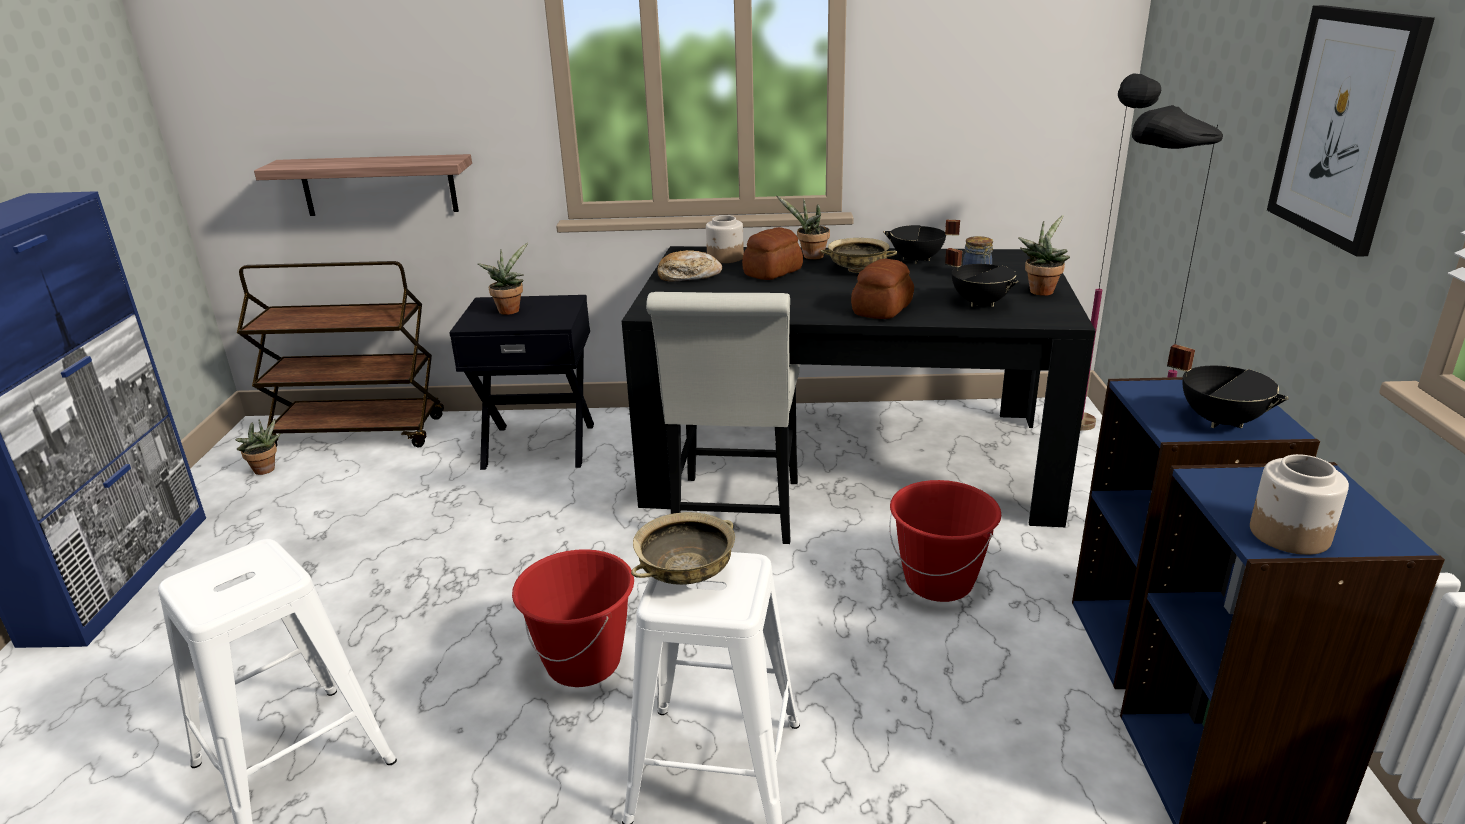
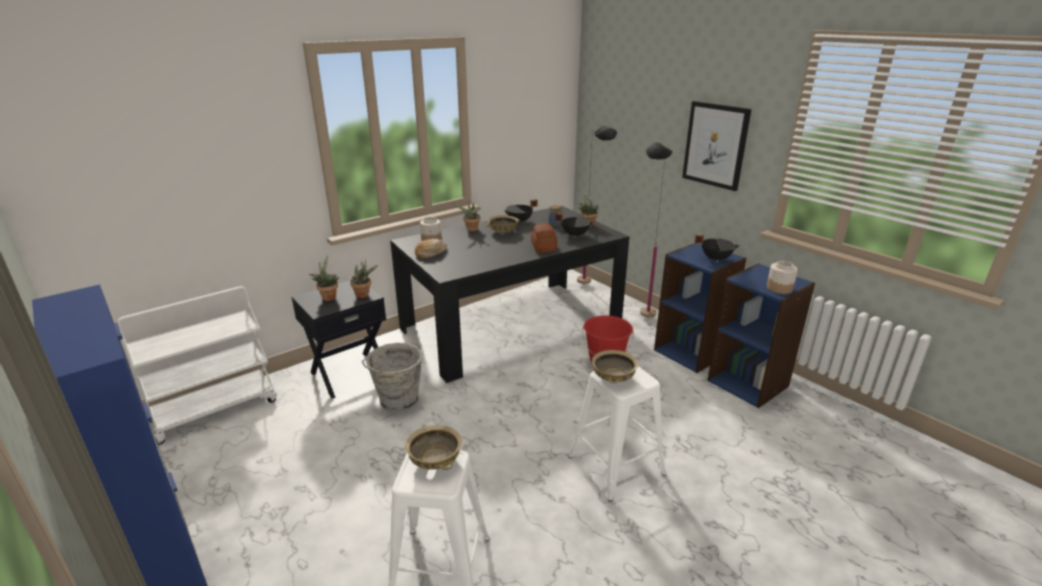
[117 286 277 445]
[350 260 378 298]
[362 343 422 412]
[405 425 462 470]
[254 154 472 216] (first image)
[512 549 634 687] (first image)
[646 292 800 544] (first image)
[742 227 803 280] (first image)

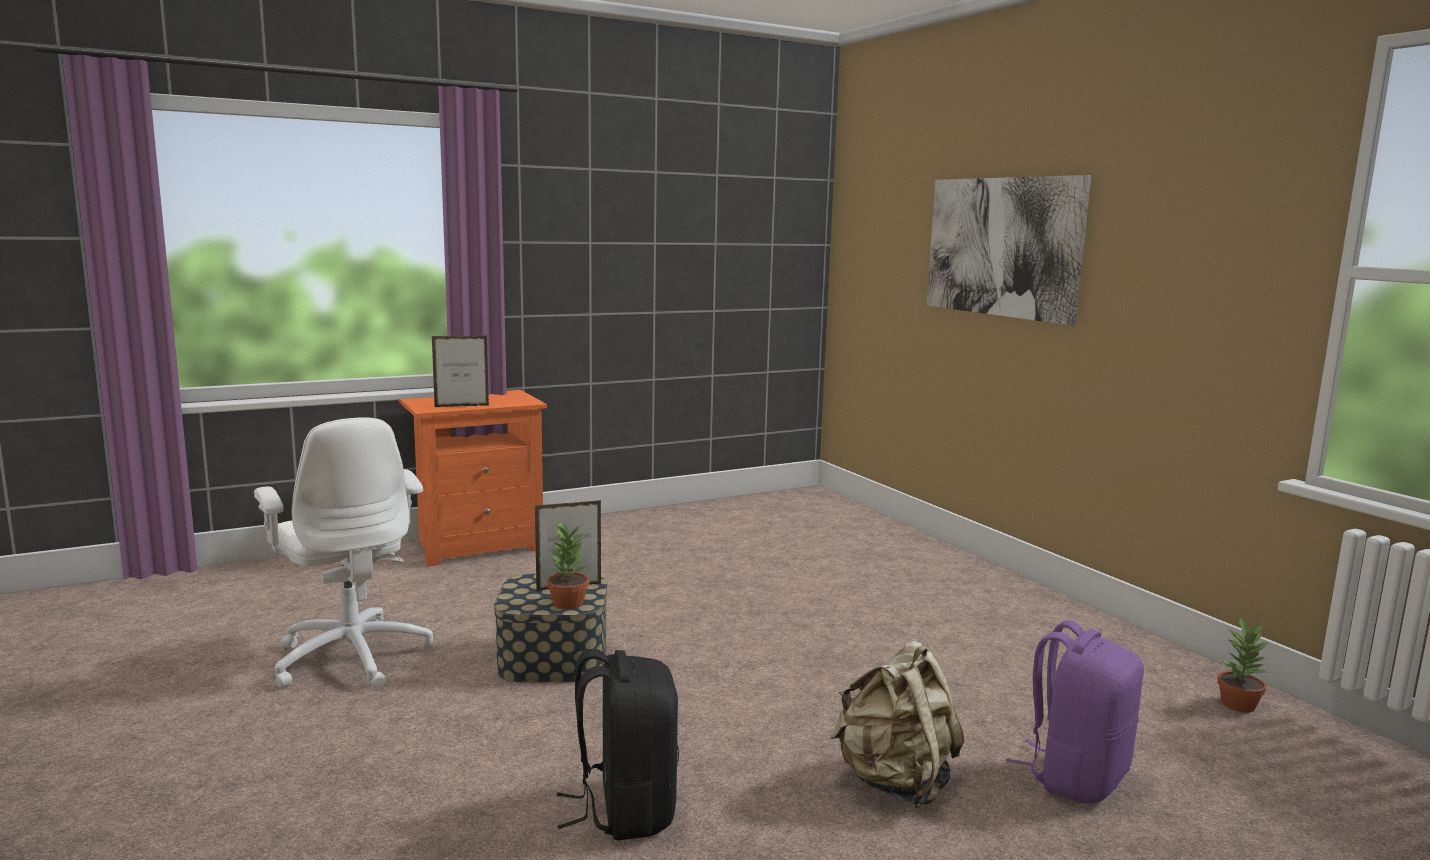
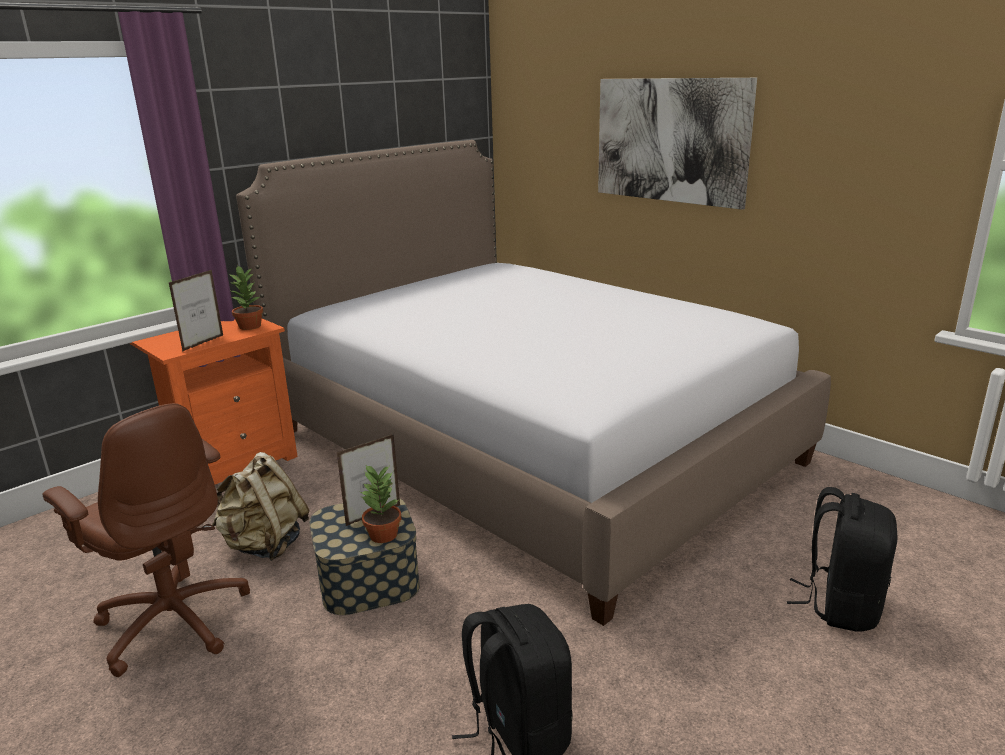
[42 403 250 677]
[168 270 223 352]
[212 452 309 561]
[229 266 263 330]
[236 140 831 626]
[787 487 898 632]

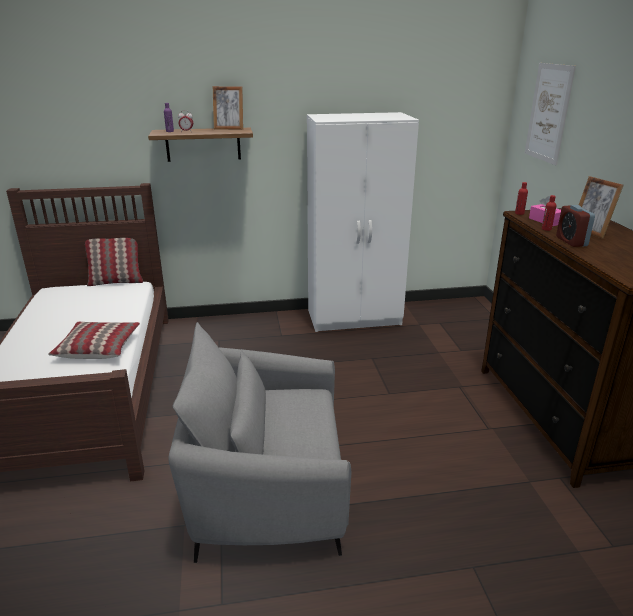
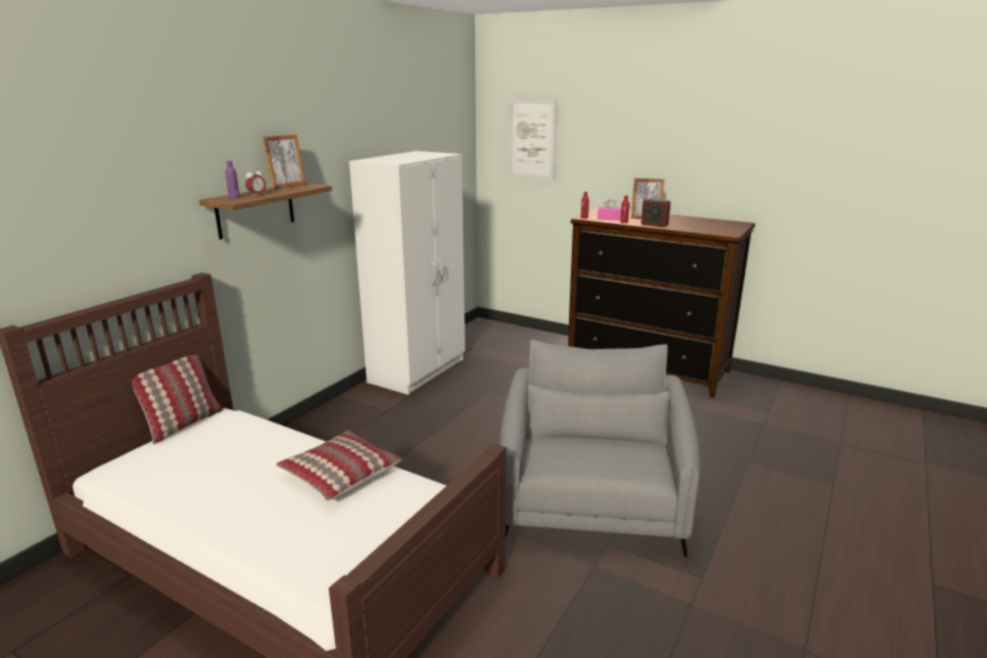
[500 340 701 558]

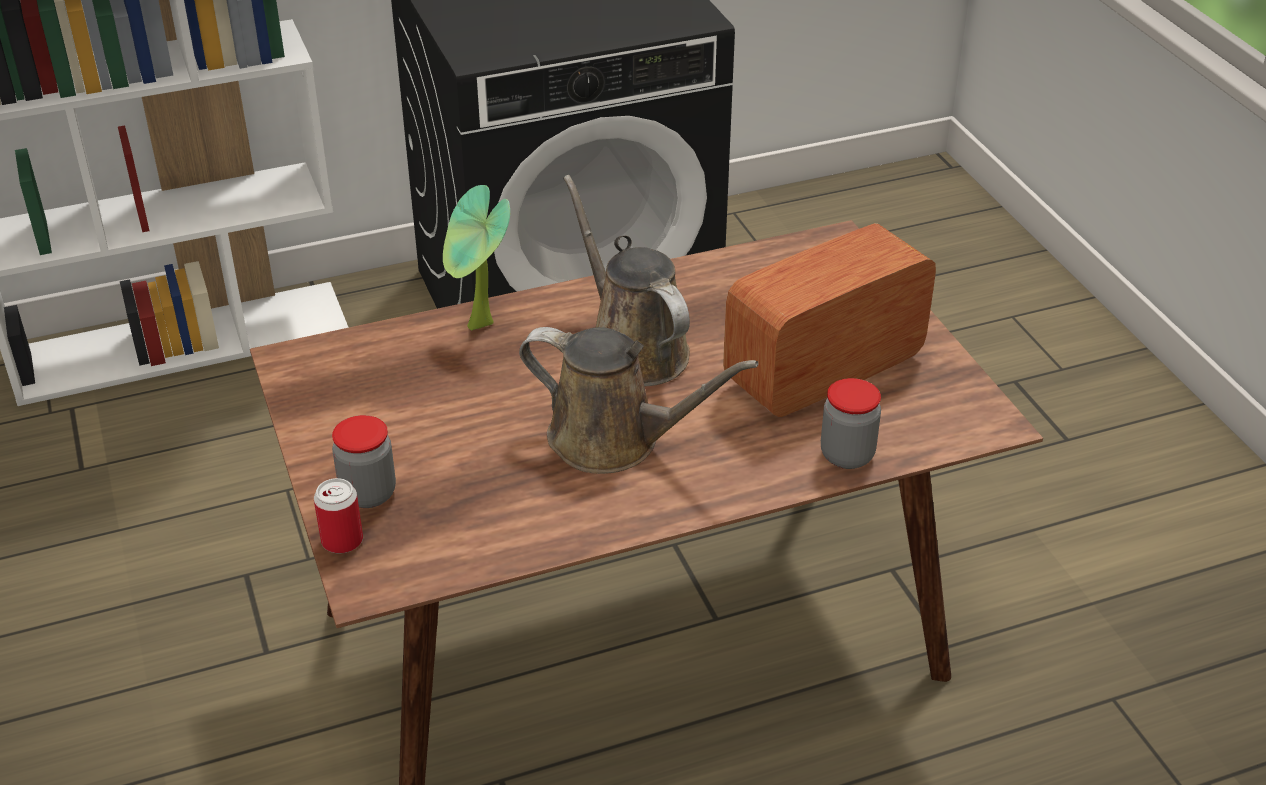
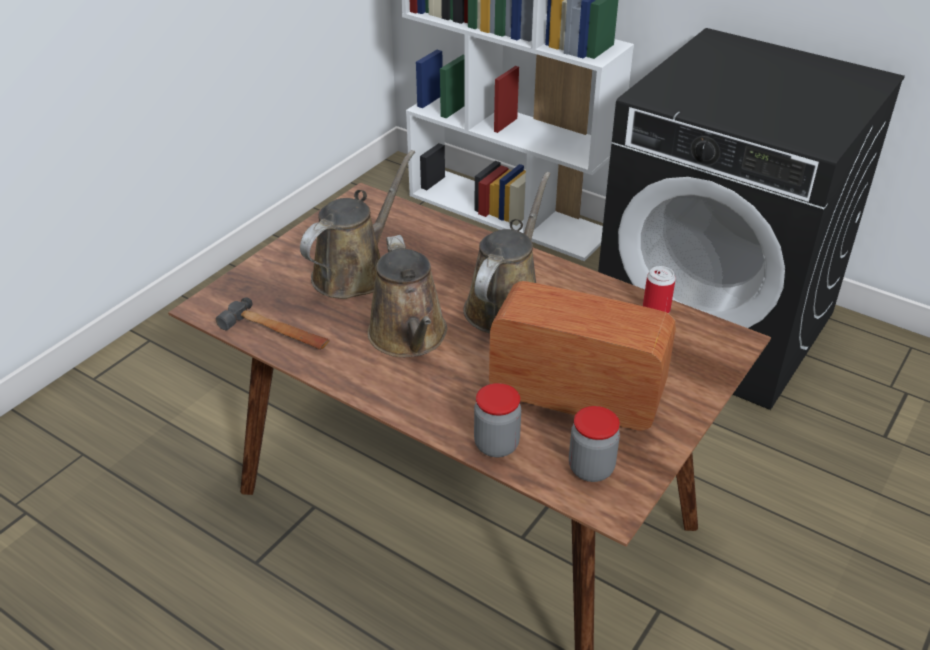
[216 297 330 350]
[300 150 415 299]
[569 406 620 482]
[643 266 676 313]
[443 185 510 331] (first image)

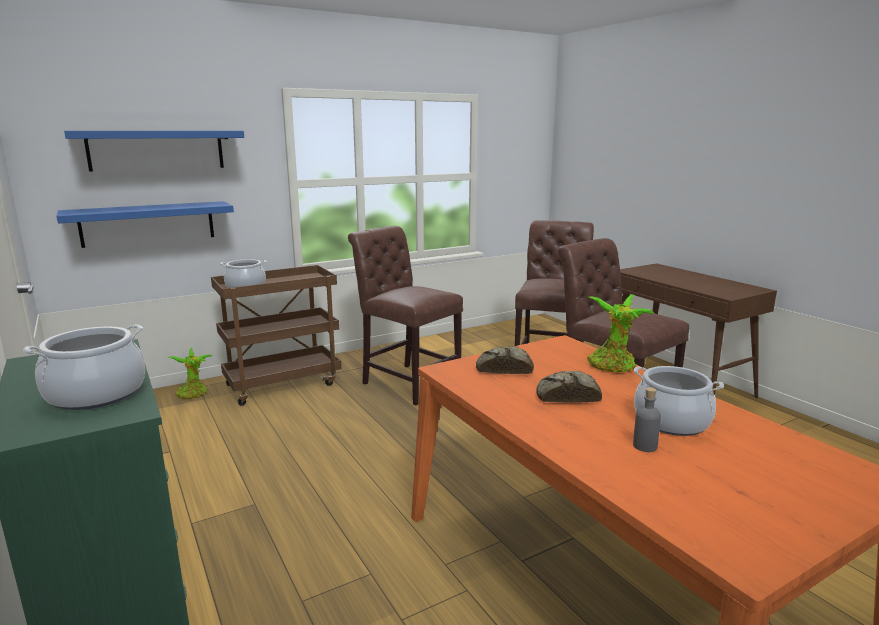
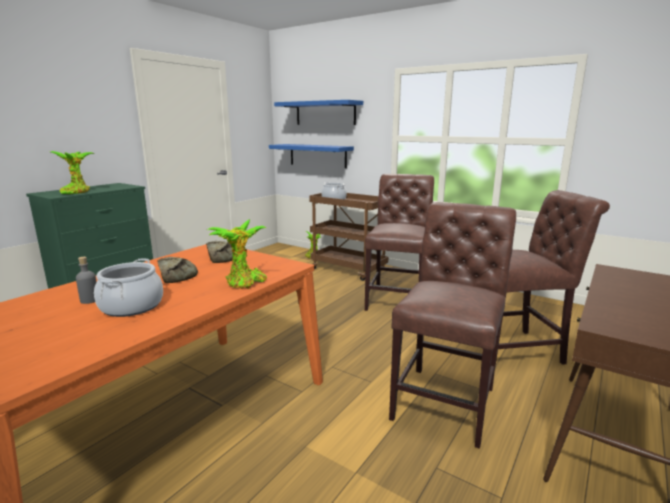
[51 151 95 194]

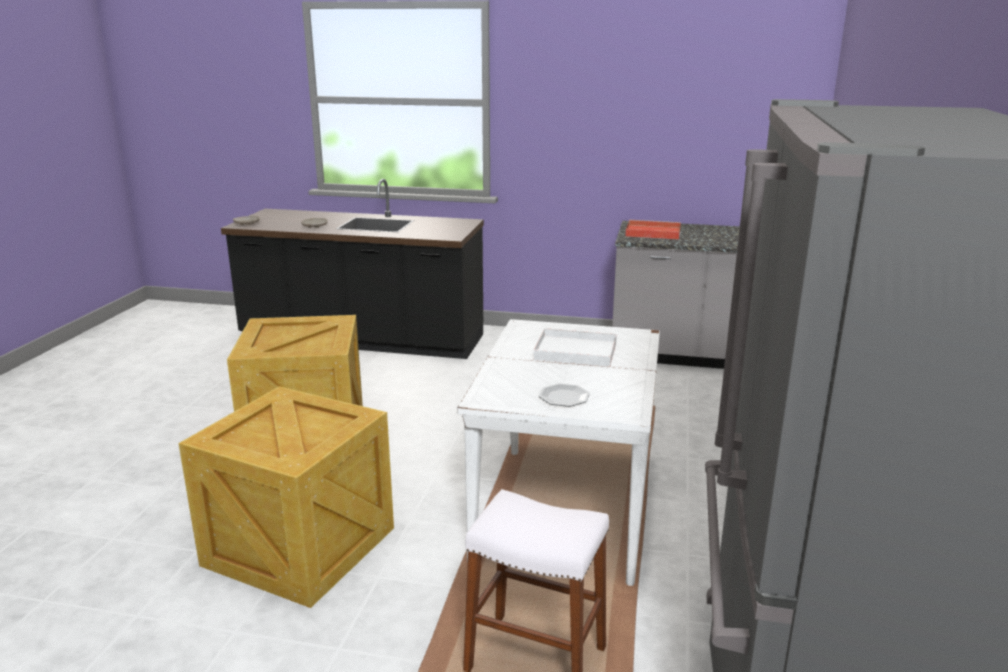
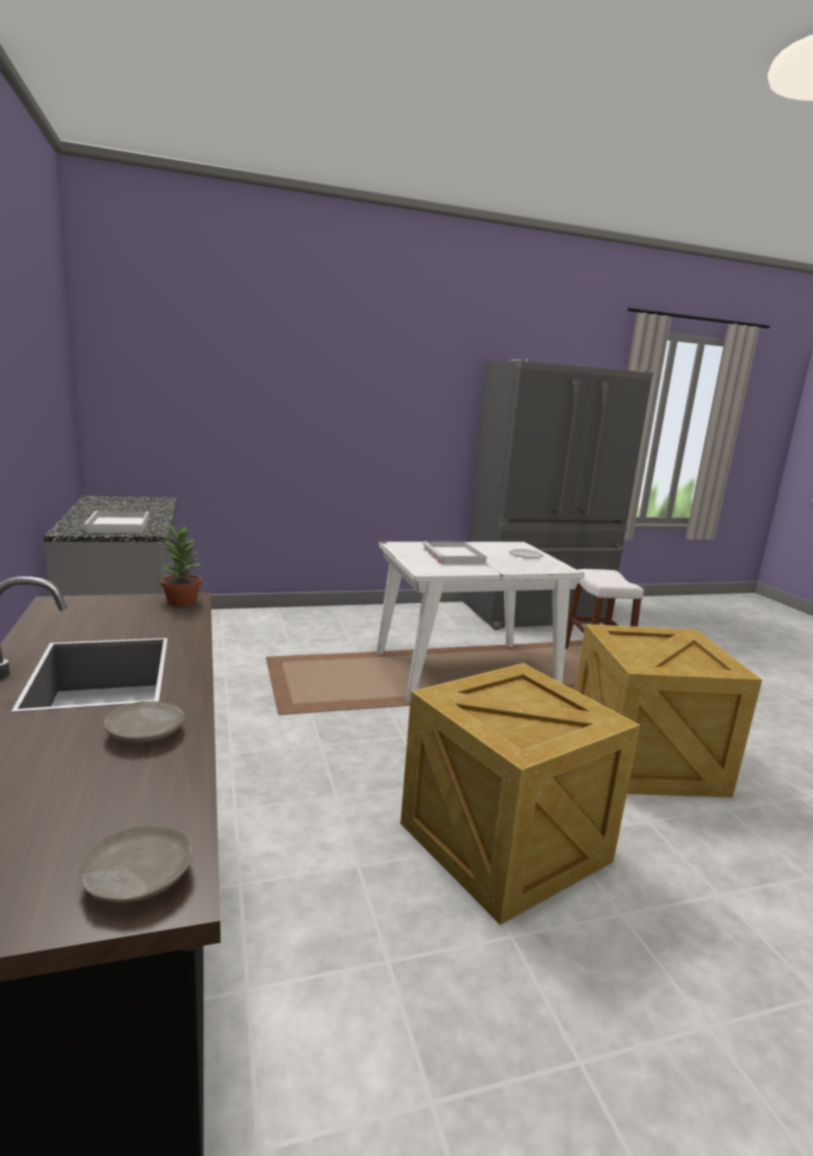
[83 511 149 533]
[161 525 203 606]

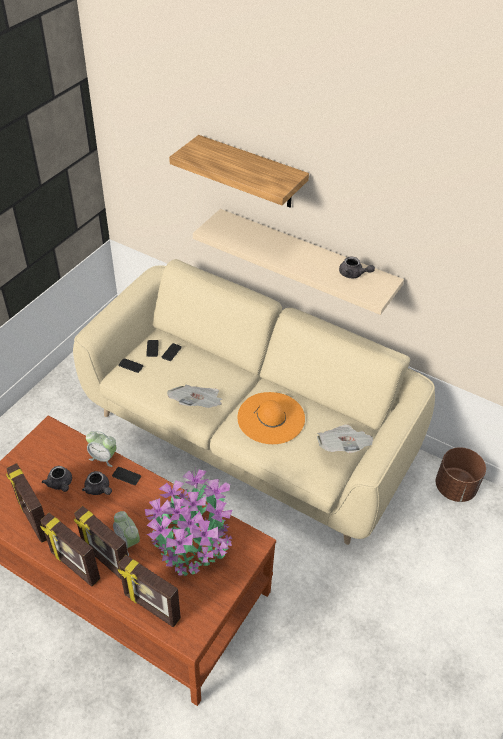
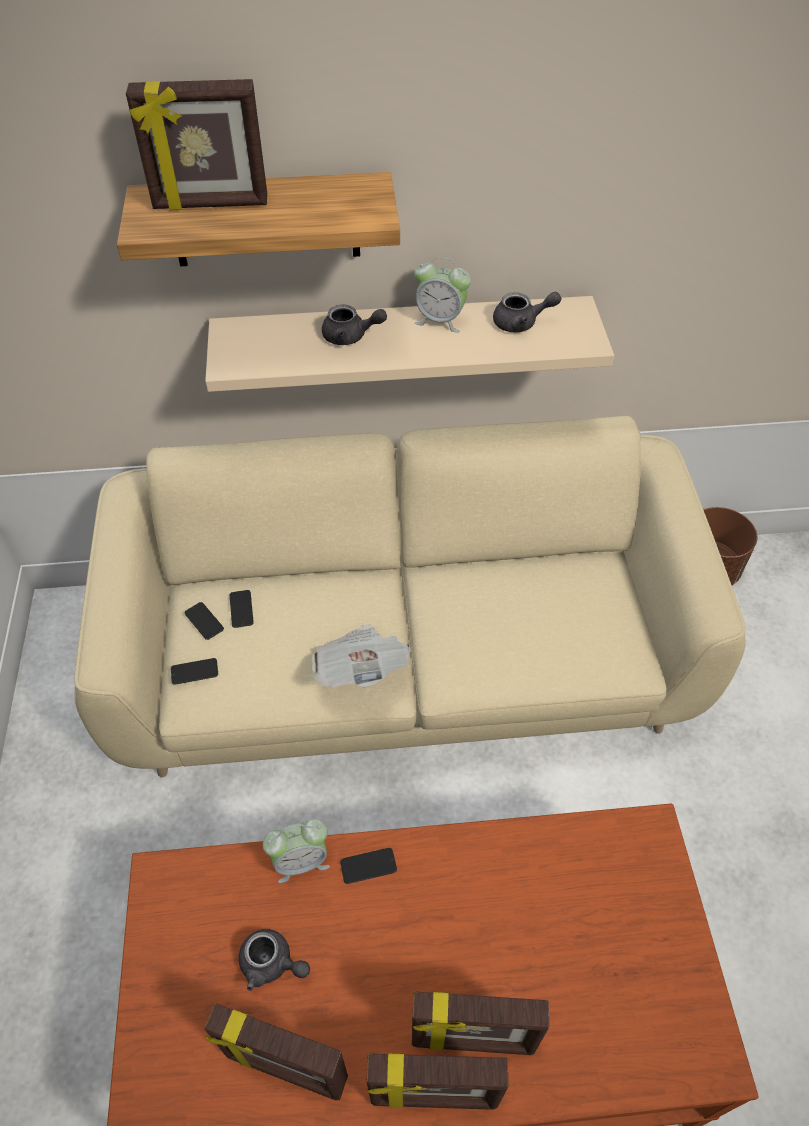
[126 79 267 210]
[322 305 387 345]
[415 257 471 332]
[145 469 232 576] (first image)
[238 392 305 444] (first image)
[317 424 373 453] (first image)

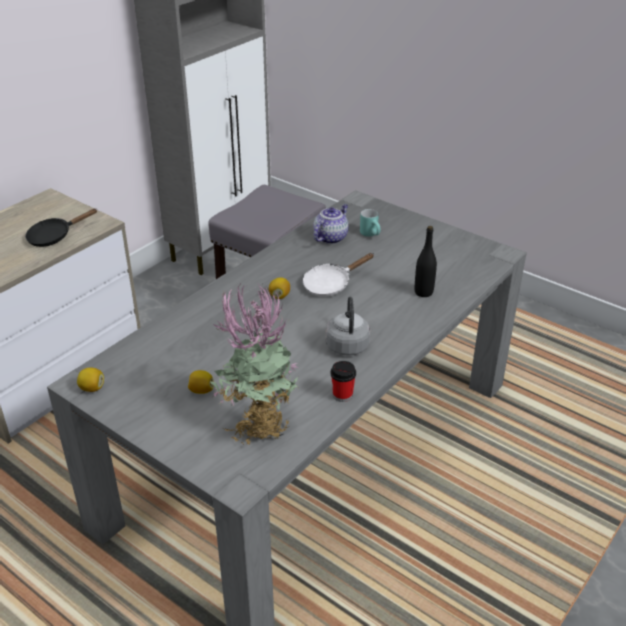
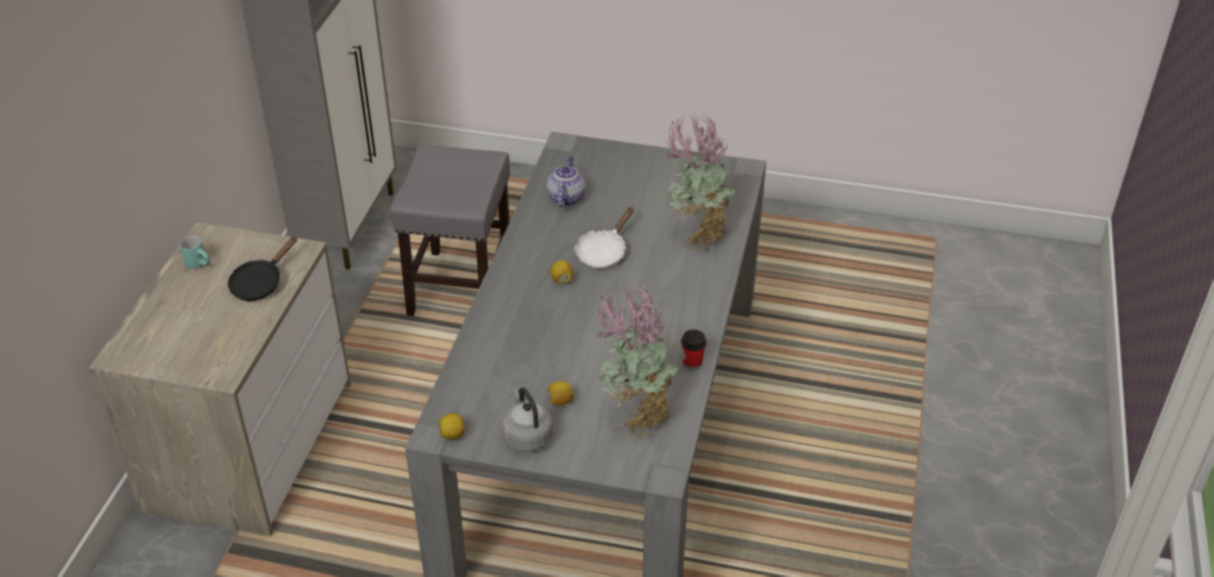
[180 236 210 269]
[502 387 553 452]
[665 113 735 251]

